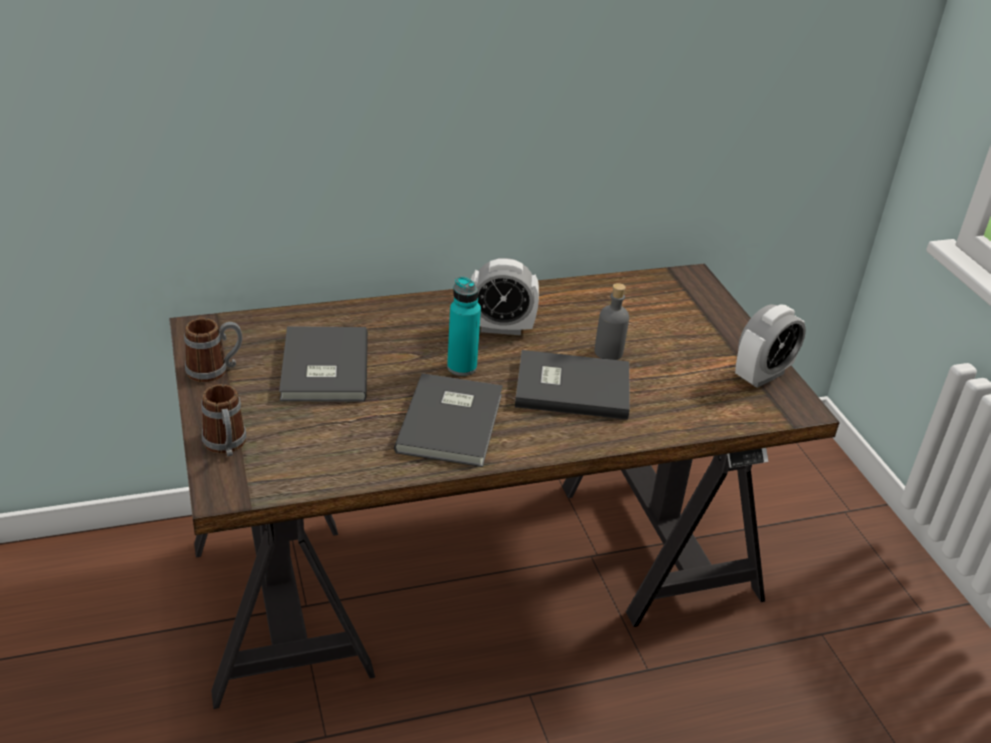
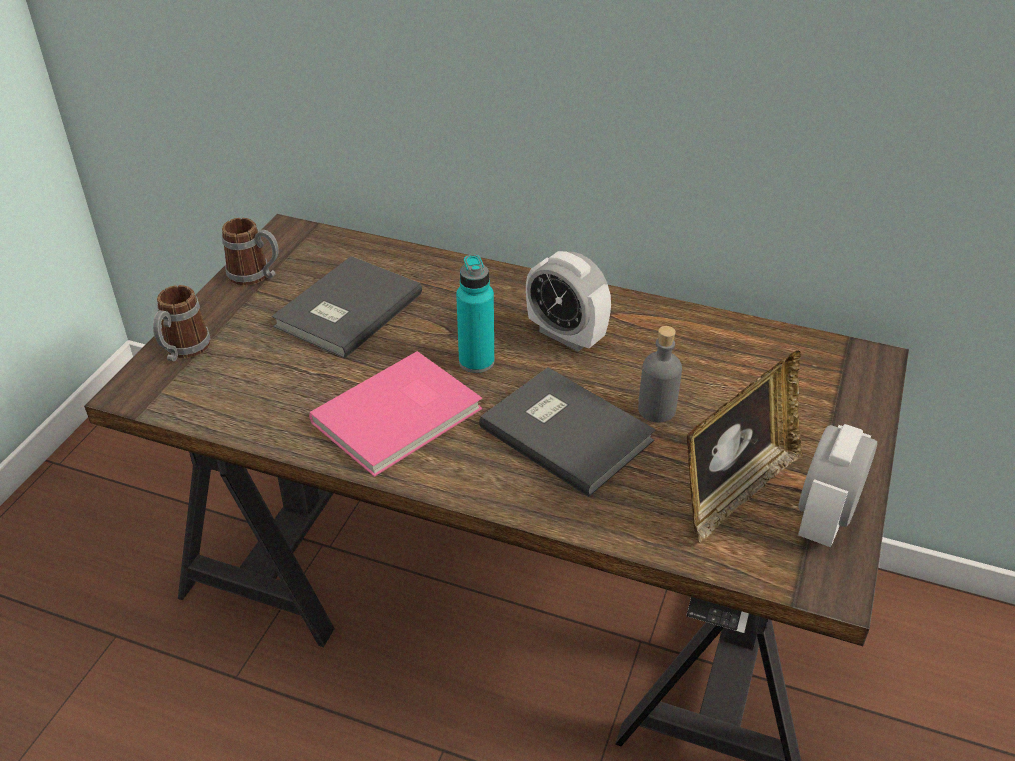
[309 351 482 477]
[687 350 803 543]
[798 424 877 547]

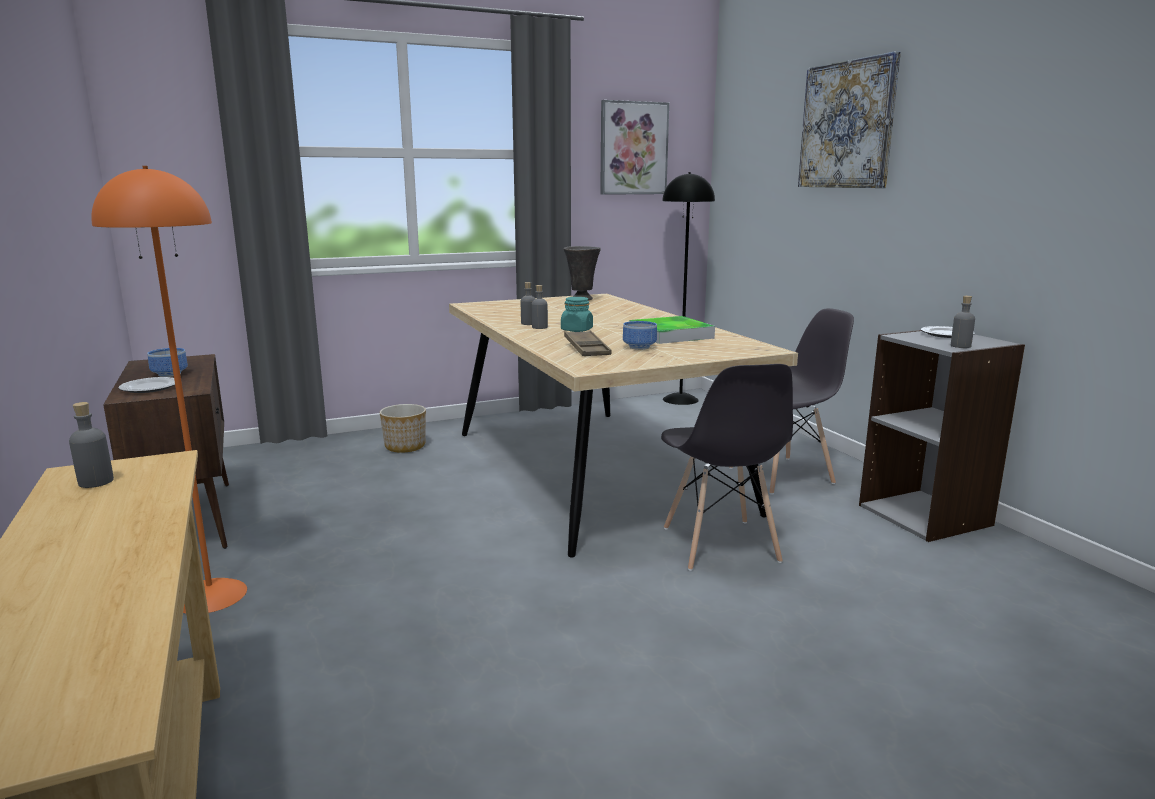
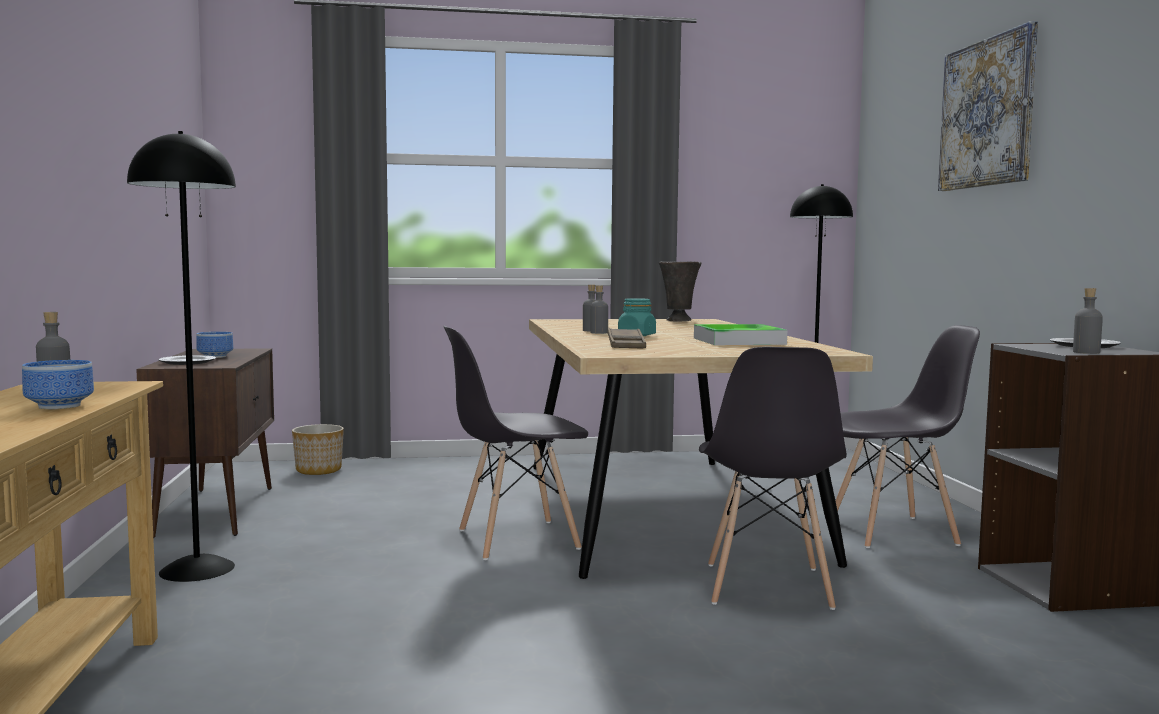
[22 360 94 409]
[127 131 236 582]
[292 424 344 475]
[443 326 588 560]
[600 100 669 195] (first image)

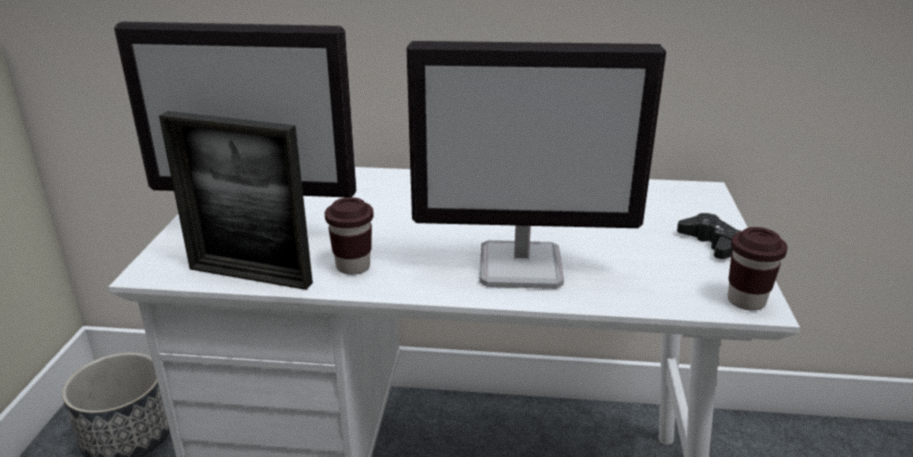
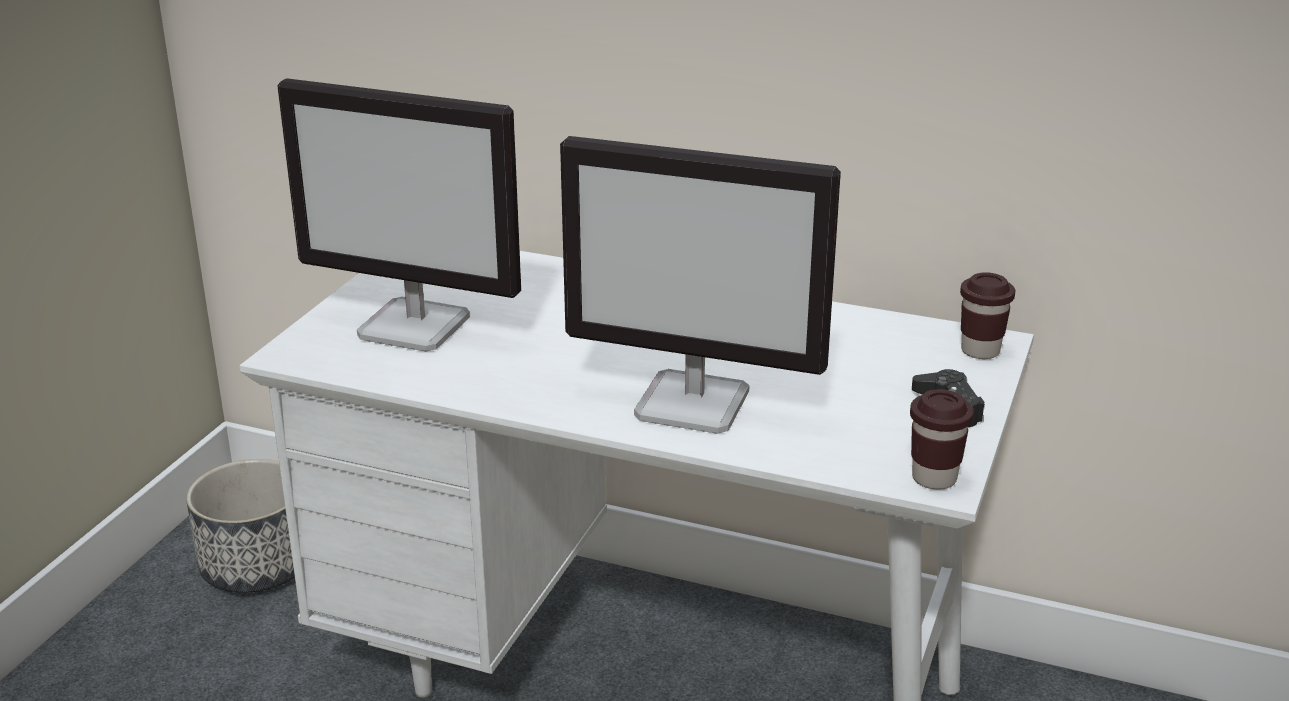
[960 272 1015 359]
[159 111 313 290] (first image)

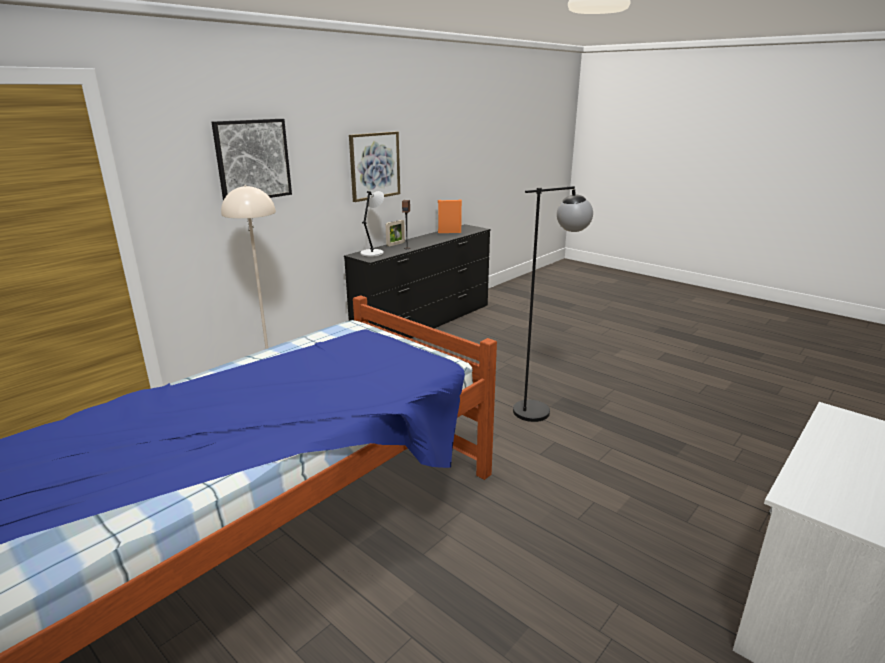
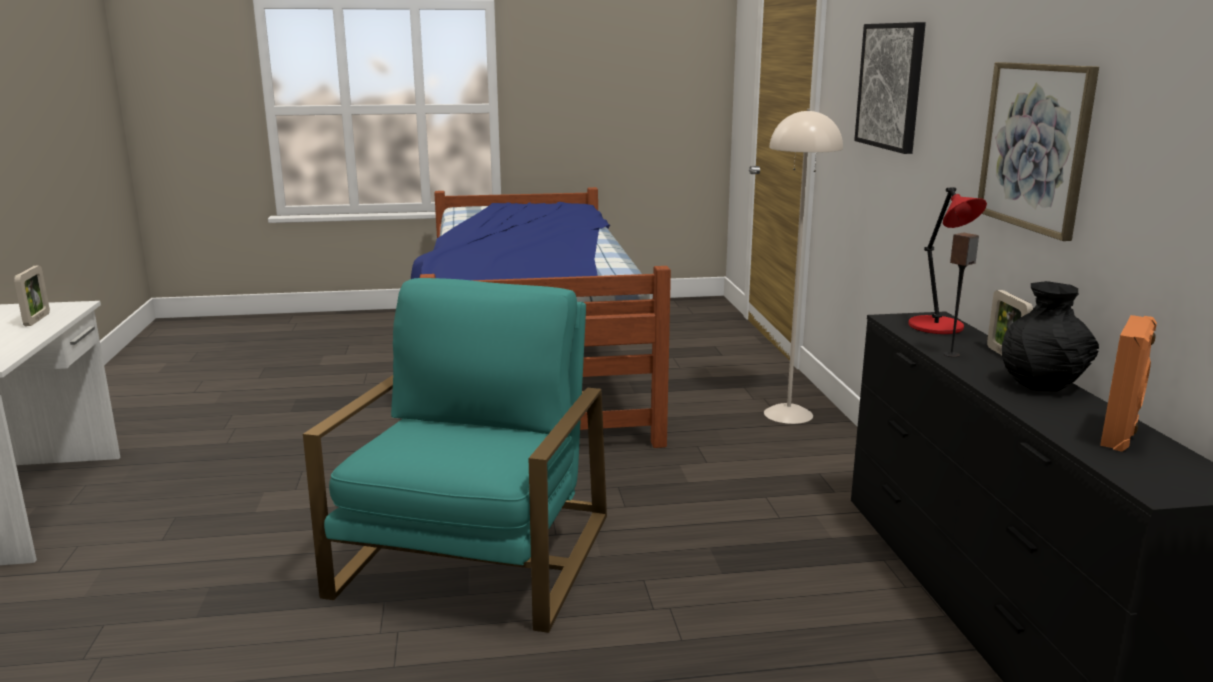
[14 265 50 326]
[303 278 607 633]
[908 187 987 334]
[1002 281 1099 391]

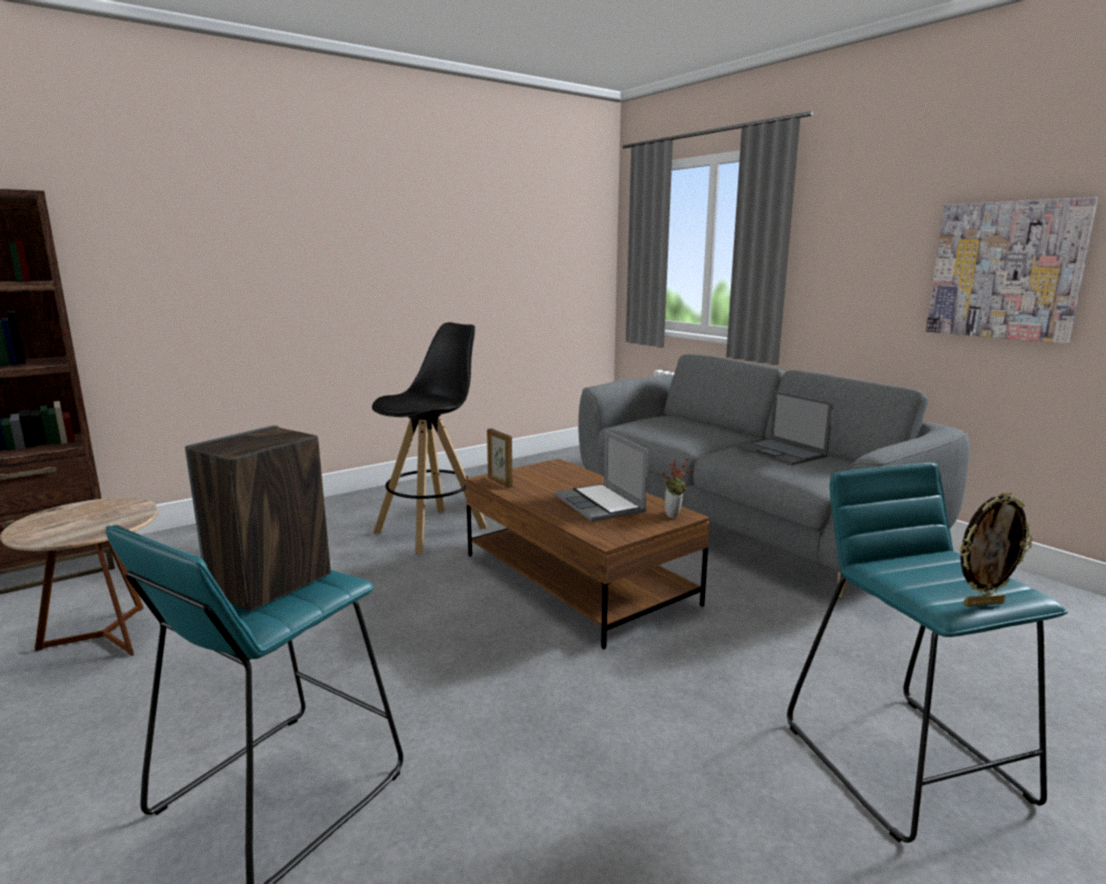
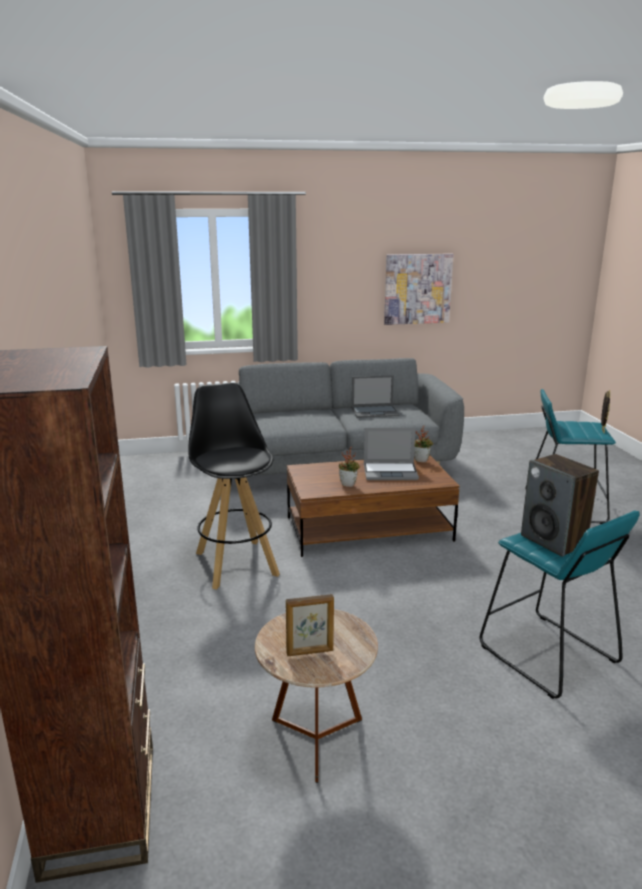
[286 594 334 656]
[339 447 360 487]

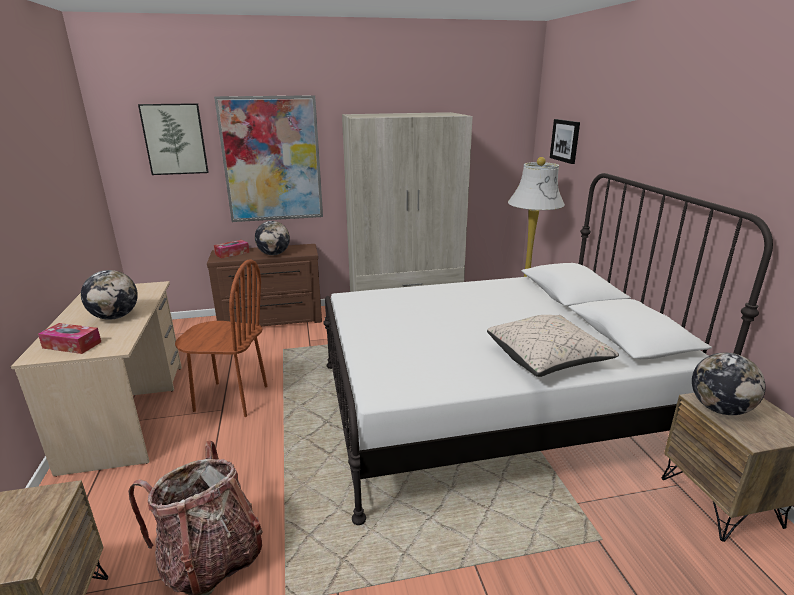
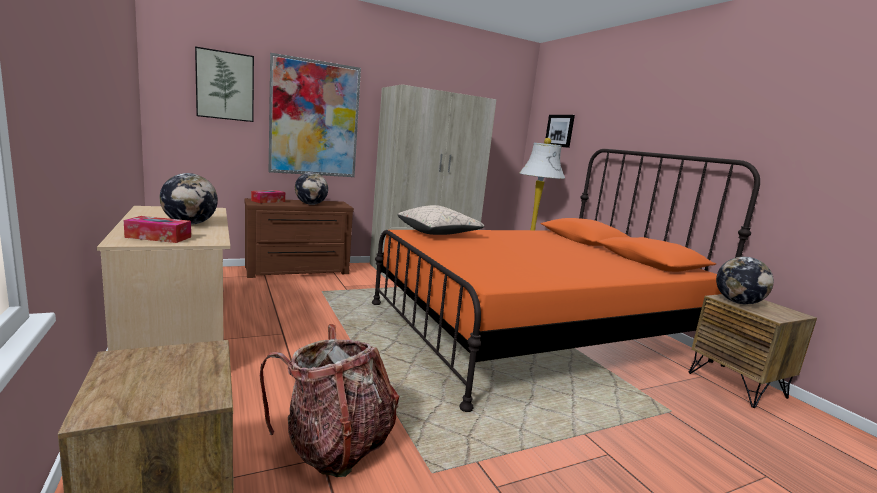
[372 149 760 412]
[398 205 484 235]
[175 260 267 417] (first image)

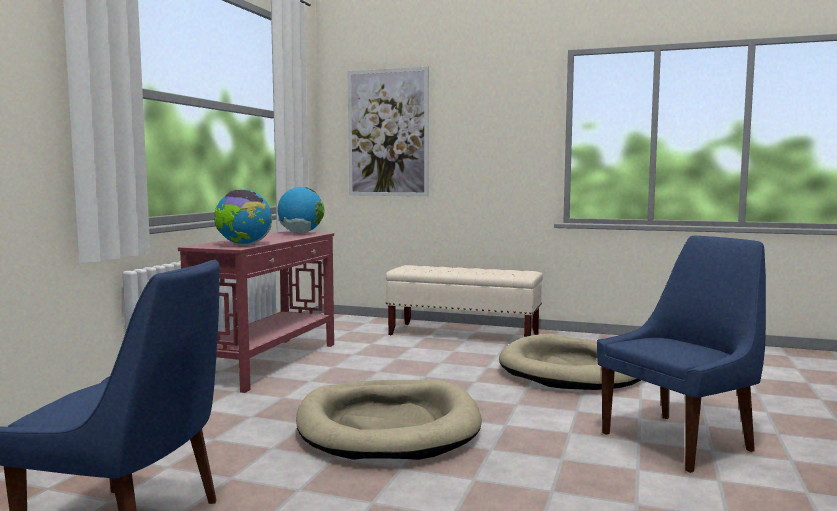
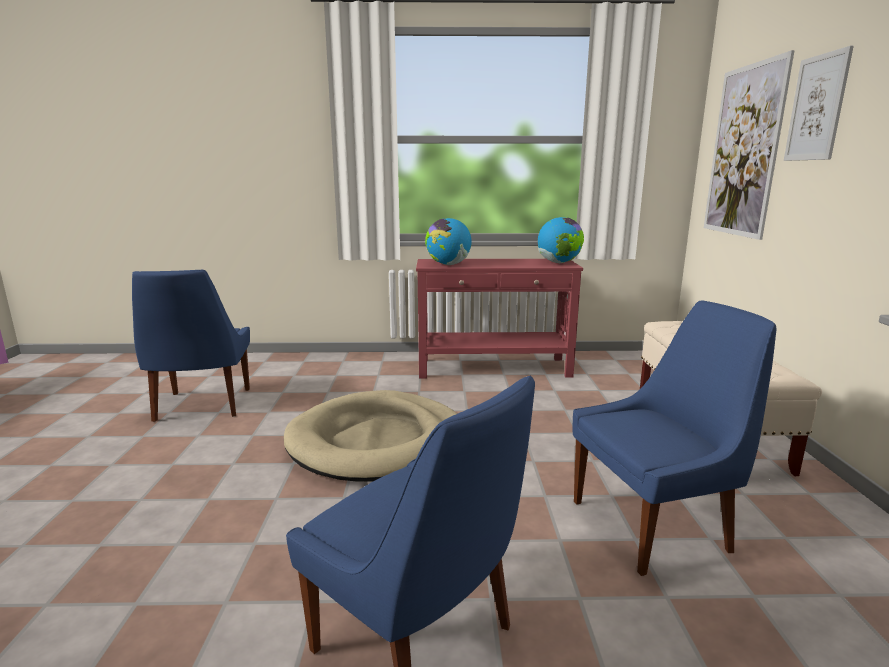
[573 301 777 576]
[784 46 854 161]

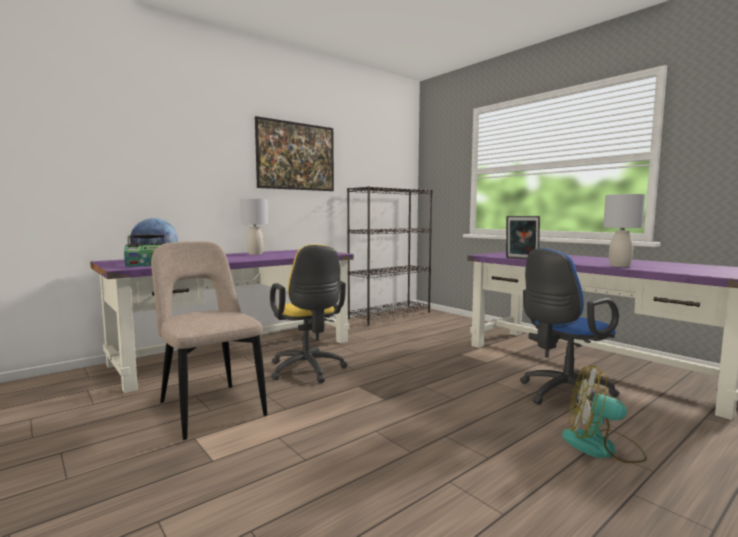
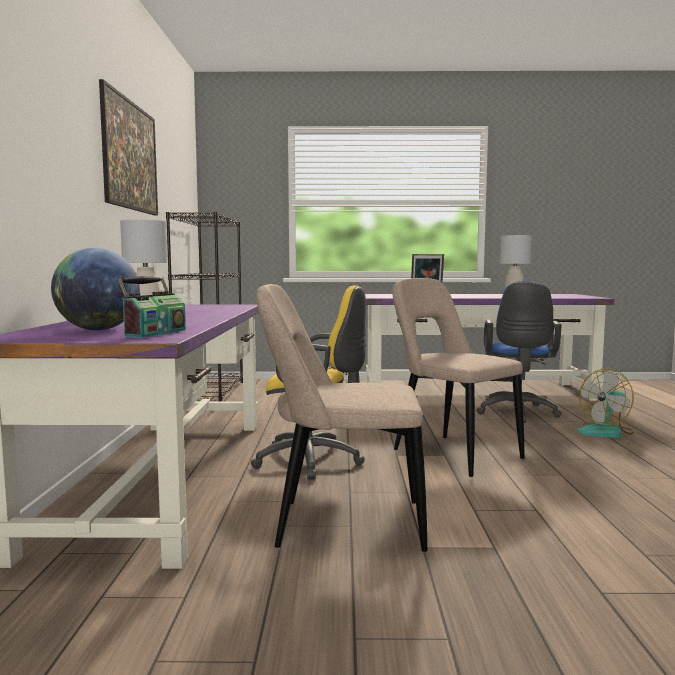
[392 278 525 477]

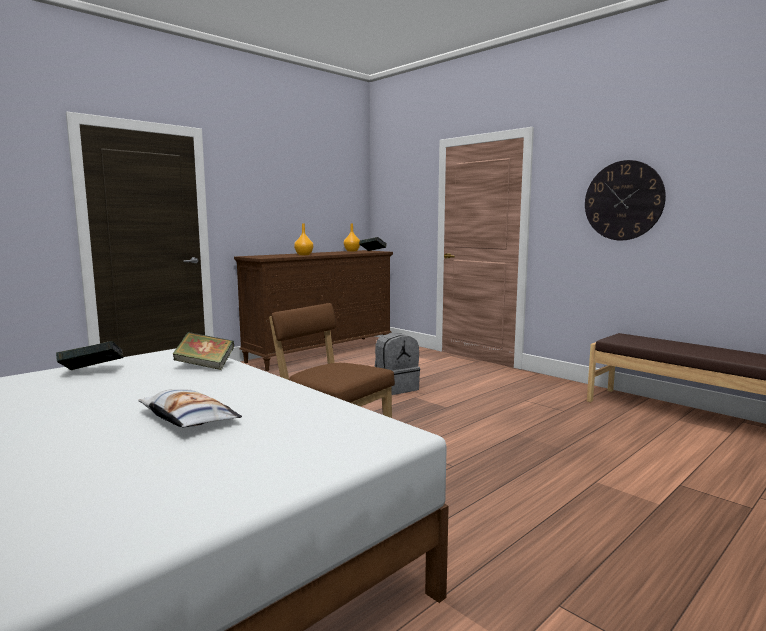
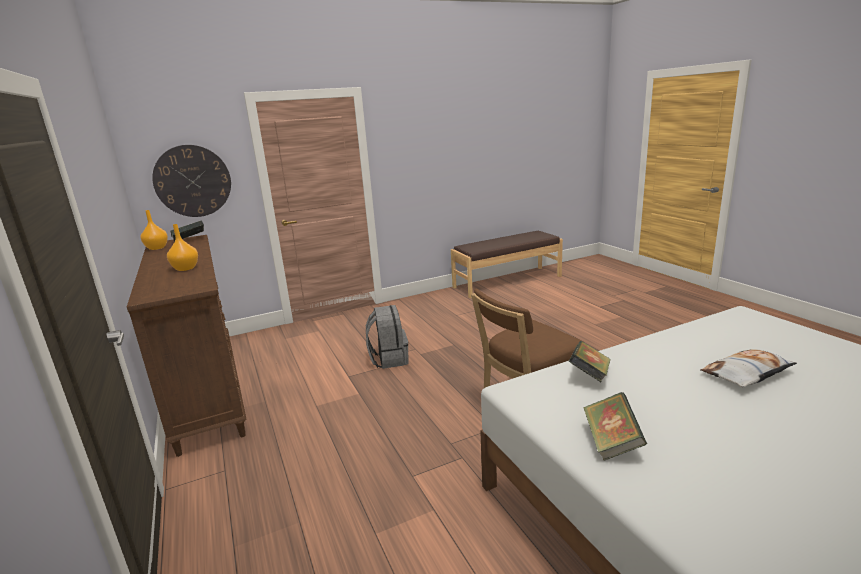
[152 145 231 217]

